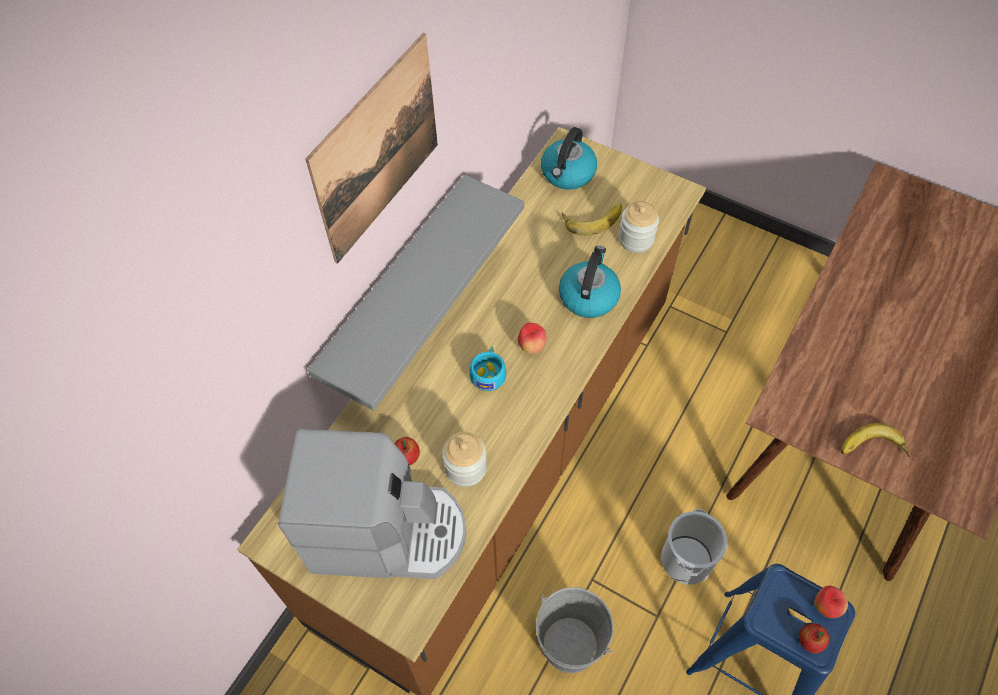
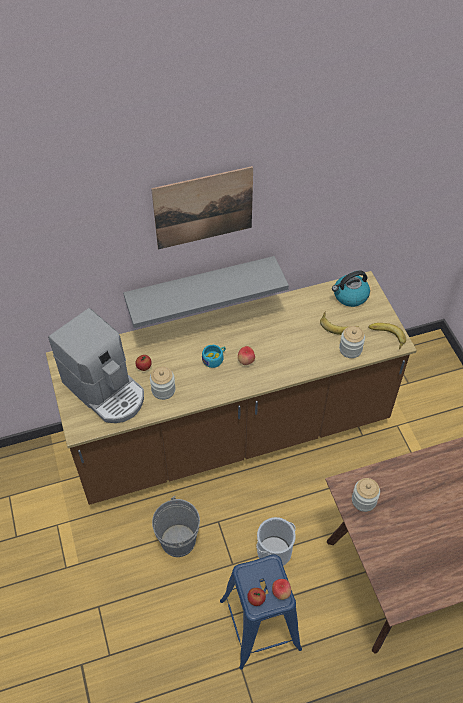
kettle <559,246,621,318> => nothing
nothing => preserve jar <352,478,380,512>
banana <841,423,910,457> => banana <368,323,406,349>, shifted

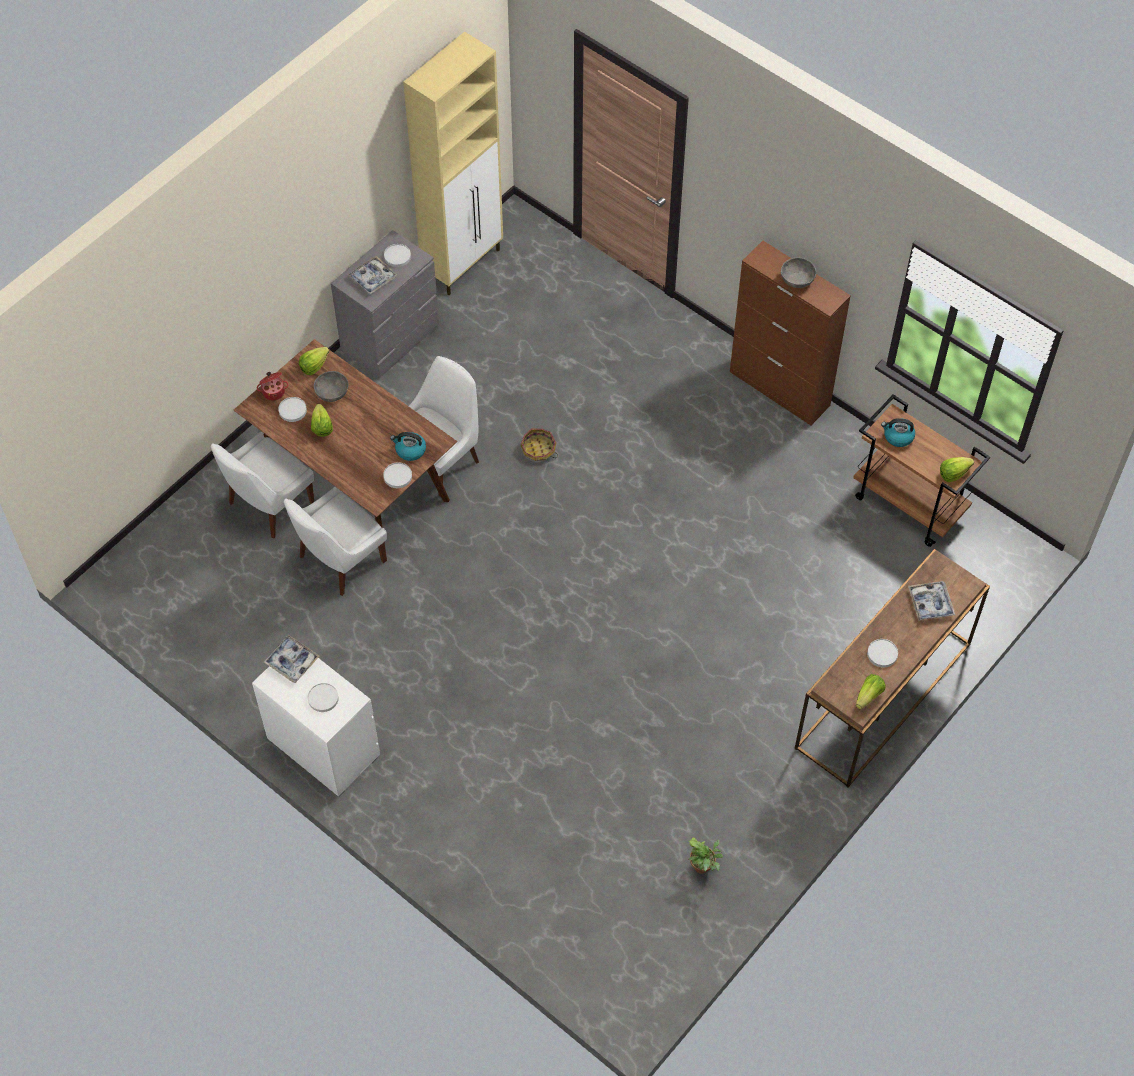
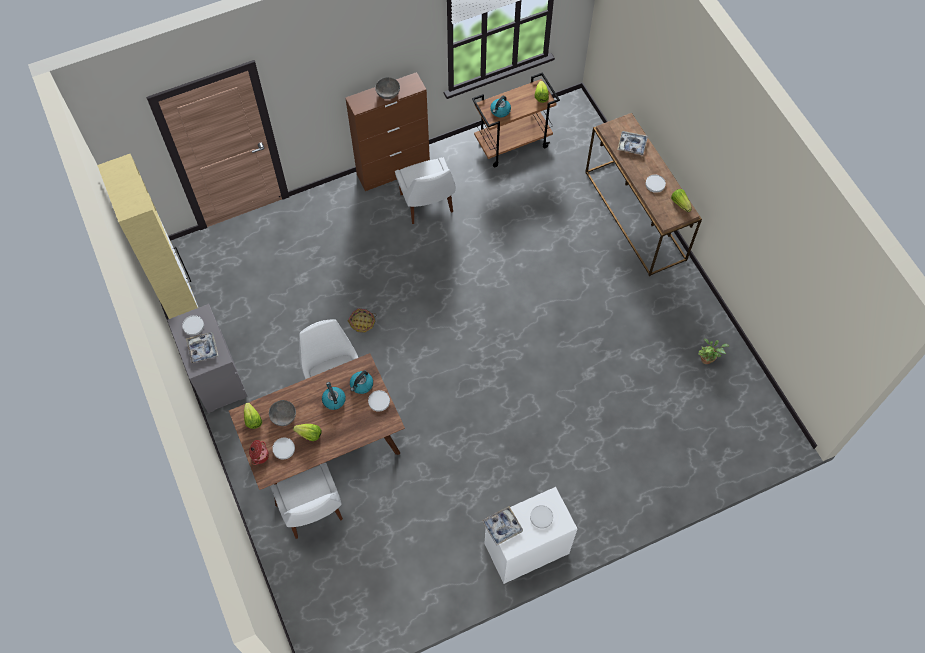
nothing => kettle <322,382,346,410>
whitish plain chair <284,487,387,596> => whitish plain chair <395,157,456,224>, shifted

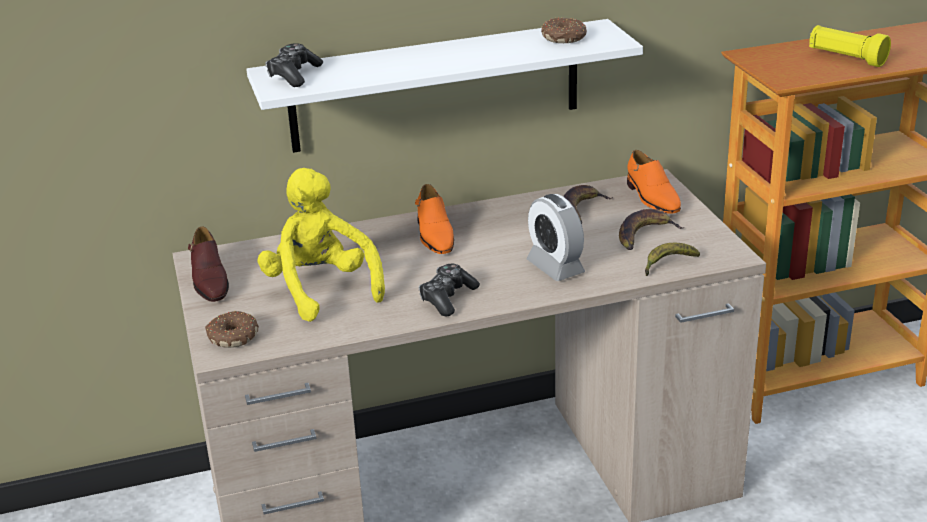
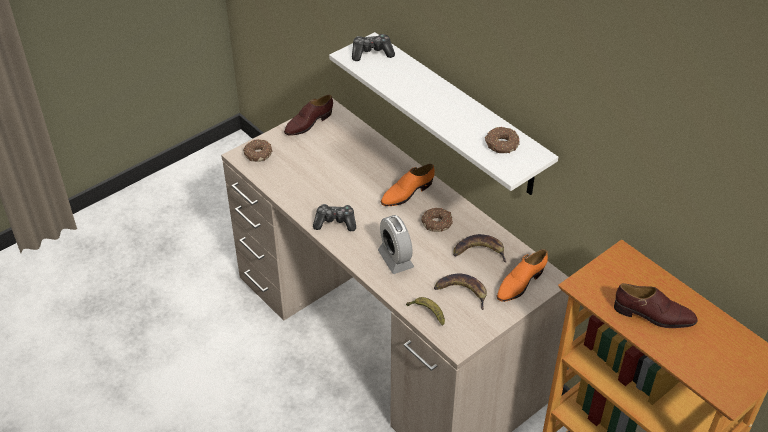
yellow soft toy <257,168,385,322> => nothing
nothing => donut <421,208,453,232>
yellow flashlight <809,25,891,67> => brown item of footwear <614,283,698,328>
alarm clock <527,194,585,281> => alarm clock <378,215,414,274>, 60 degrees counterclockwise

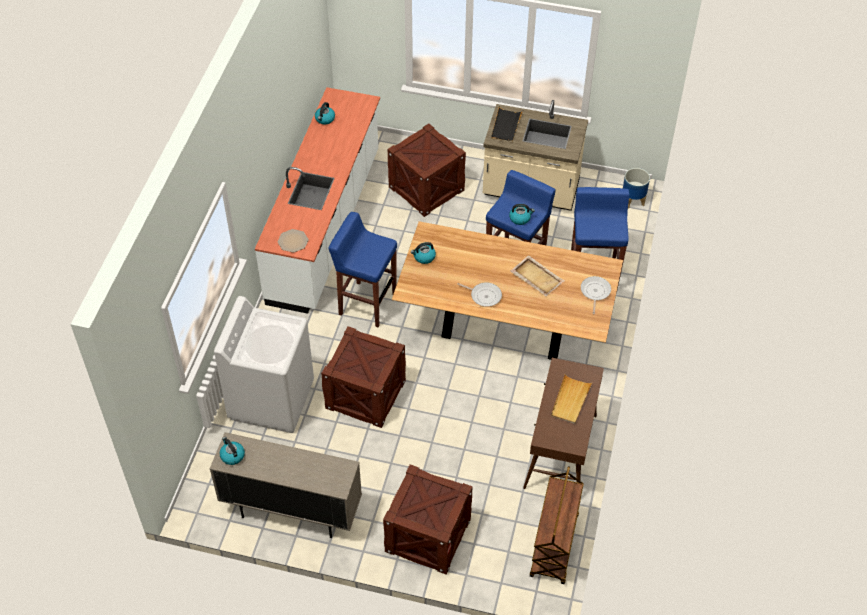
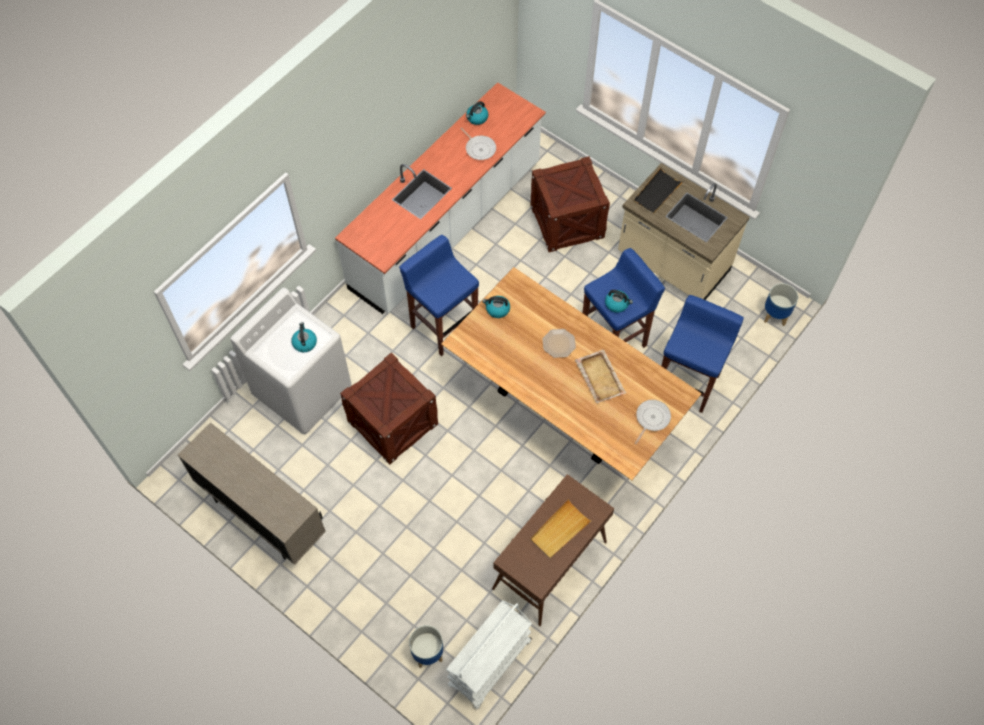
crate <383,464,473,575> => nothing
nothing => flower pot <409,625,443,668>
kettle <220,437,245,465> => kettle <291,322,317,352>, shifted
flat dish <277,229,308,252> => flat dish <543,329,576,358>, shifted
frying pan <457,282,502,307> => frying pan <461,128,496,160>, shifted
brown cart <530,466,584,584> => whitish cart <446,600,532,709>

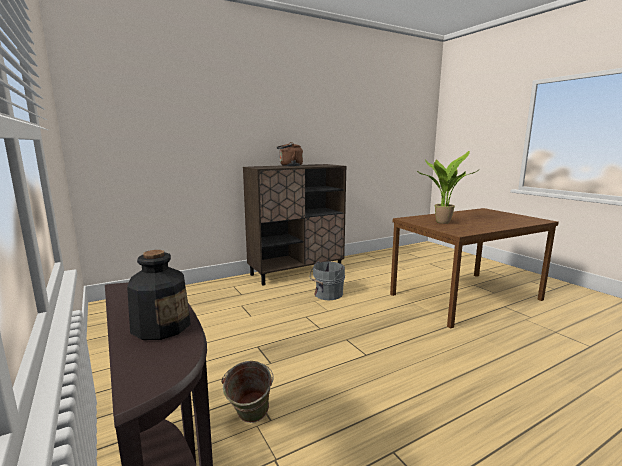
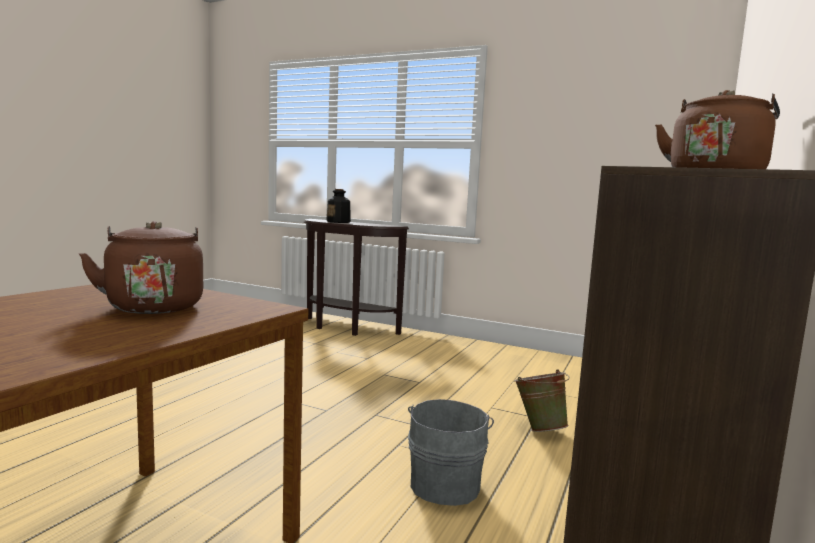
green-coloured pail <221,361,273,423> => green-coloured pail <514,369,570,432>, shifted
houseplant <416,151,477,224> => brown kettle <79,221,203,314>

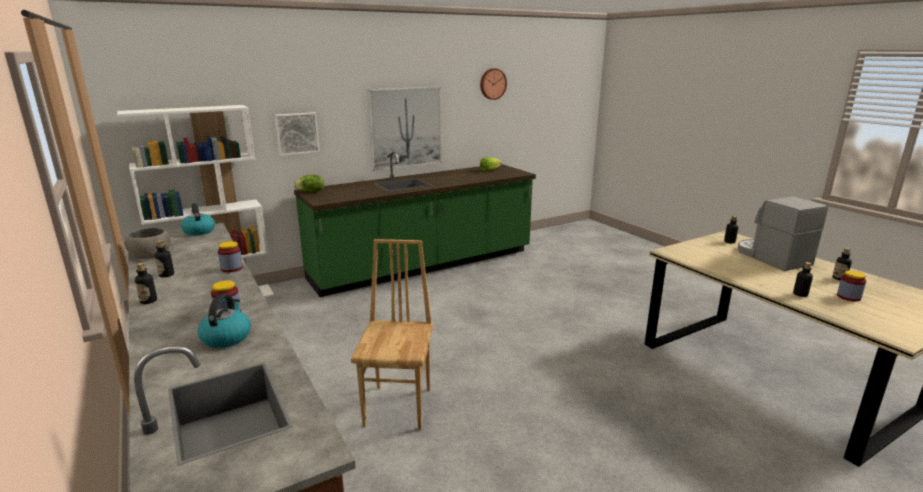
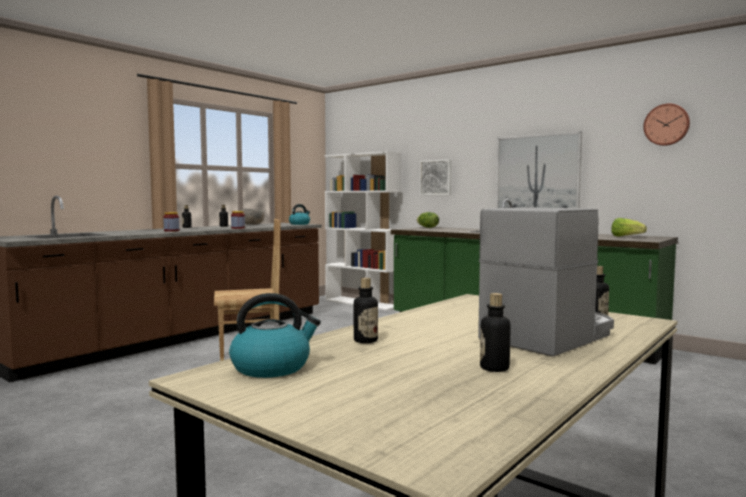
preserve jar <837,270,866,302> => nothing
kettle <198,294,251,348> => kettle <229,293,321,378>, shifted

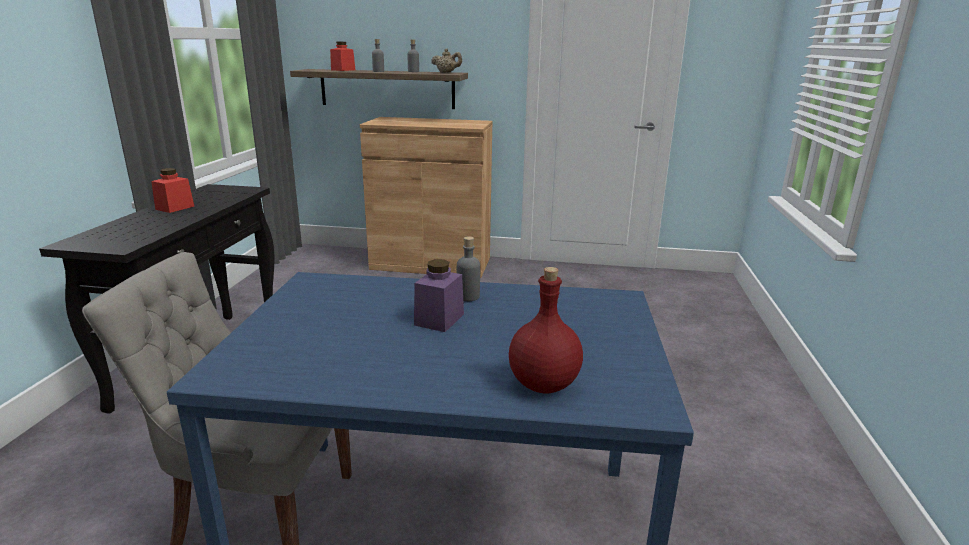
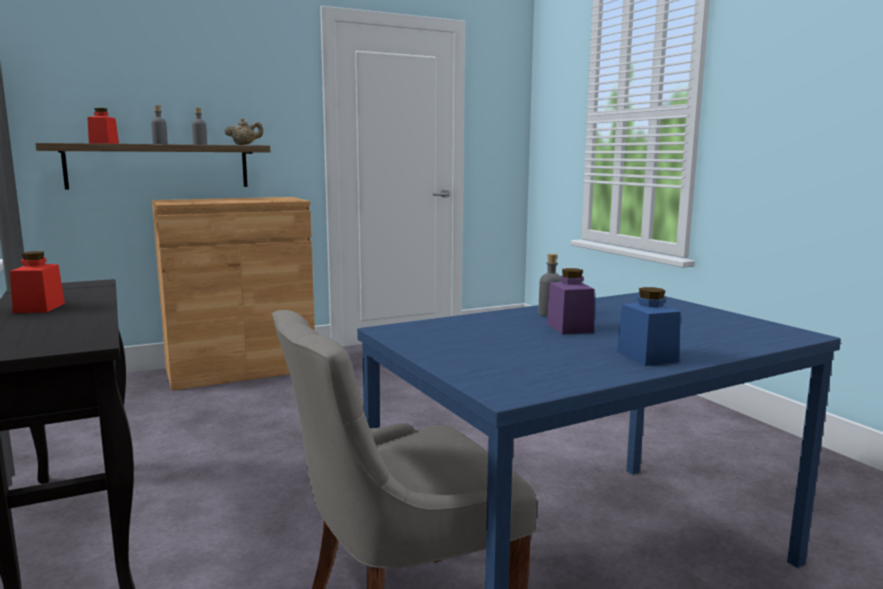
red drink bottle <509,267,583,394> => nothing
nothing => blue preserve jar <617,287,681,366>

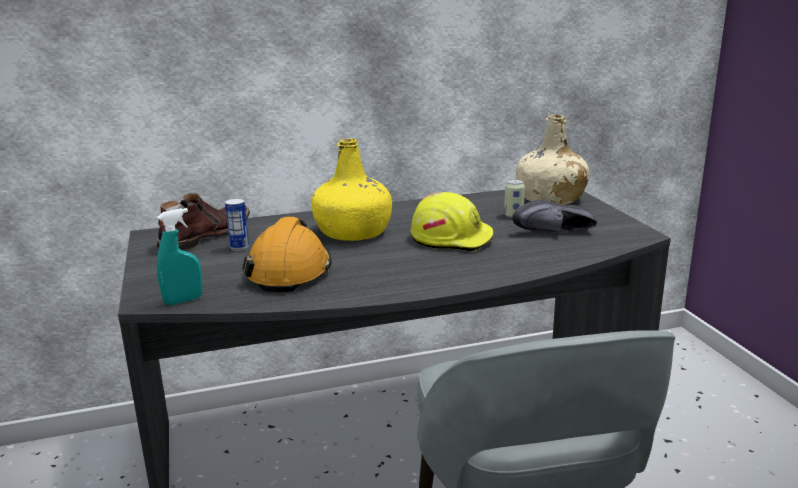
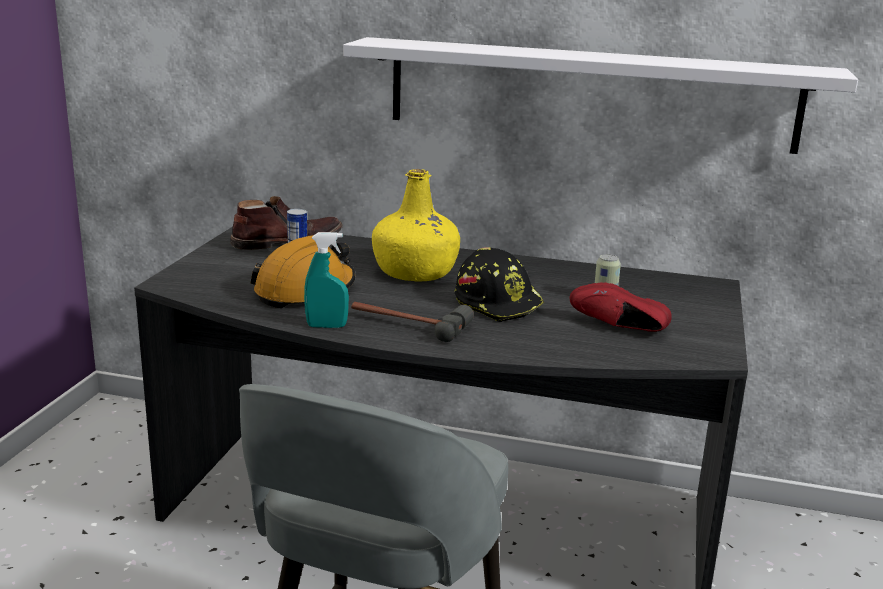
beige drink bottle <516,115,589,205> => nothing
nothing => whitish shelf <343,37,858,154>
nothing => hammer <351,302,474,342>
turquoise-coloured sprayer <157,208,202,305> => turquoise-coloured sprayer <304,232,349,328>, shifted
yellow safety helmet <411,192,494,252> => blackish safety helmet <455,247,544,322>
blackish item of footwear <512,200,597,232> => red item of footwear <570,282,672,332>

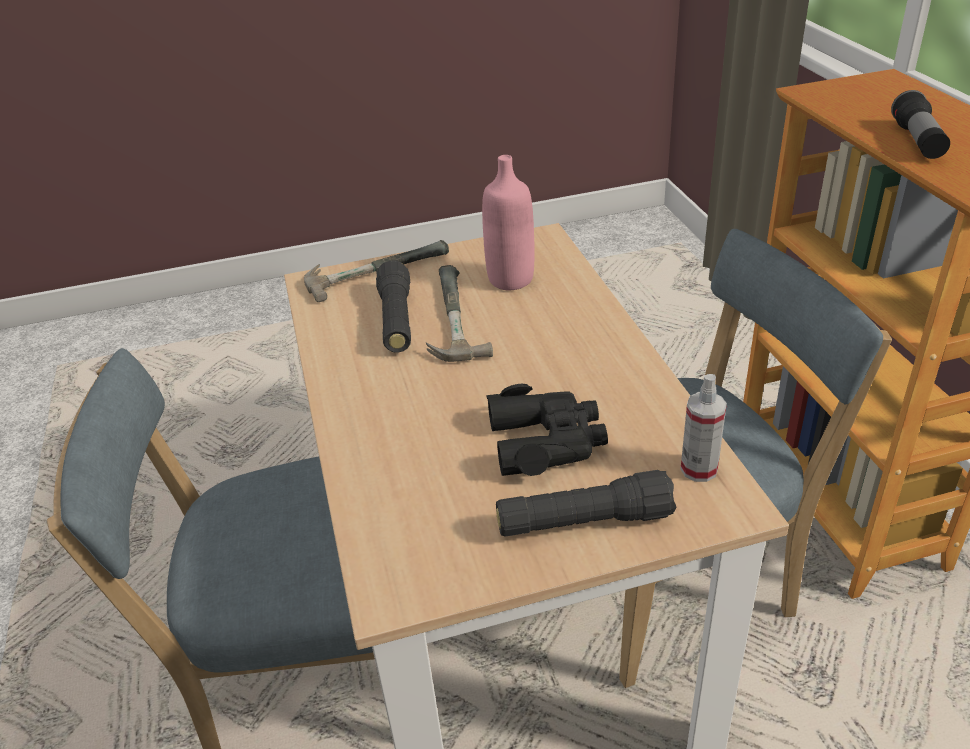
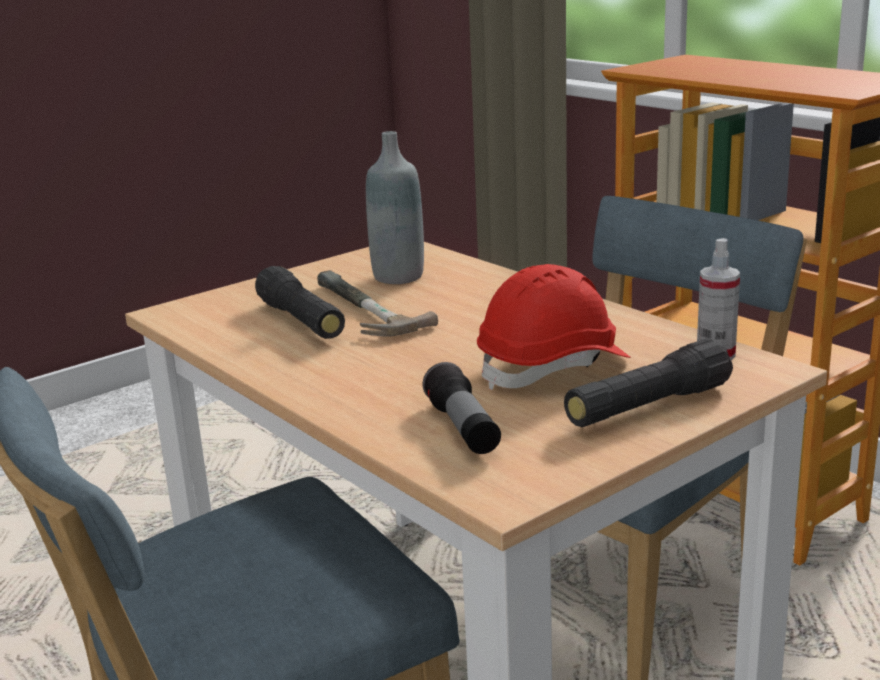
hammer <304,240,449,302> => nothing
flashlight <891,90,950,159> => flashlight <422,362,501,454>, shifted
blackish pair of binoculars <487,384,608,476> => red safety helmet <477,264,630,390>
pink drink bottle <482,155,534,291> => gray drink bottle <366,131,424,284>

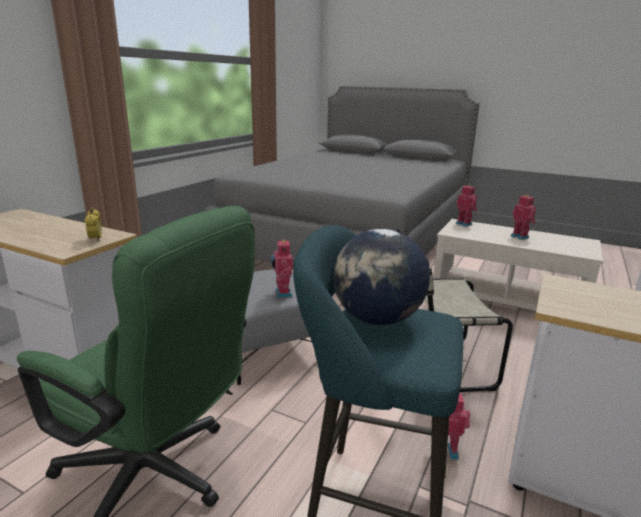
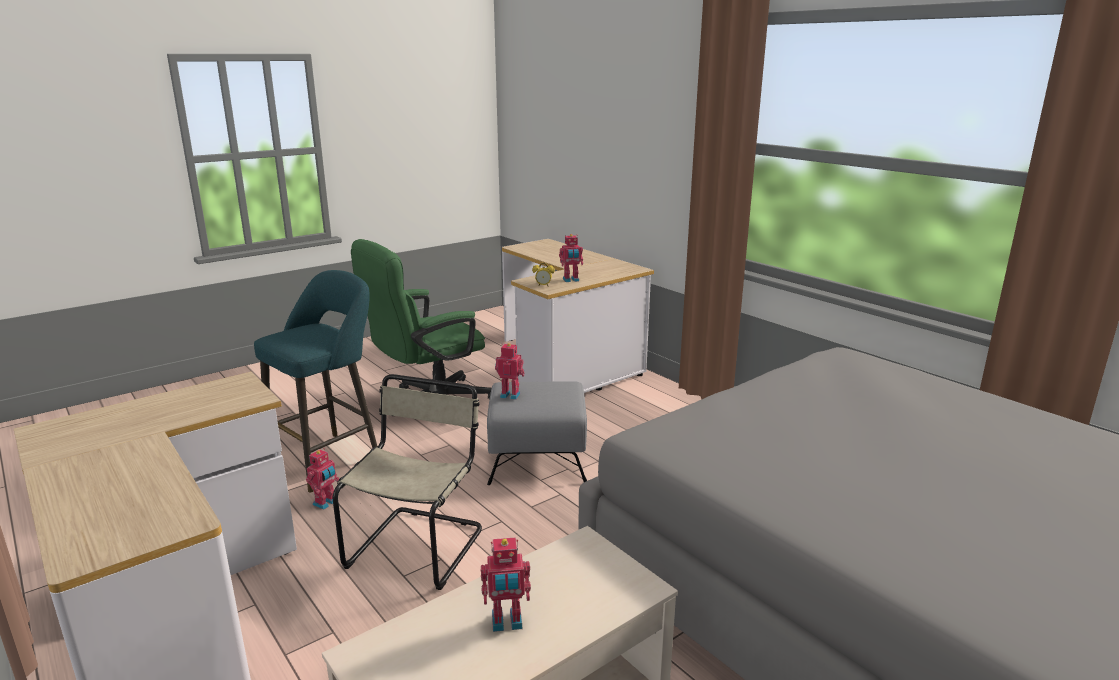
globe <333,229,430,325> => nothing
robot figure <456,185,477,227> => robot figure <559,234,583,282>, shifted

